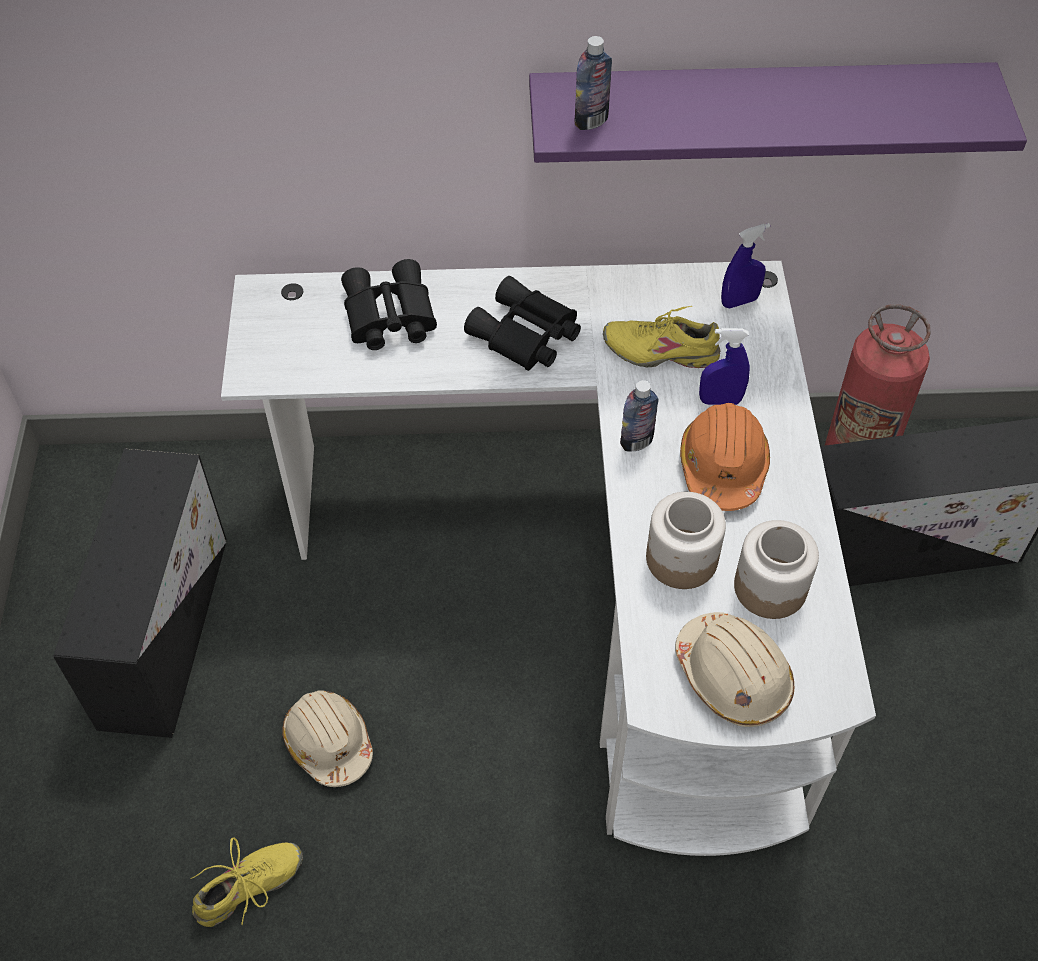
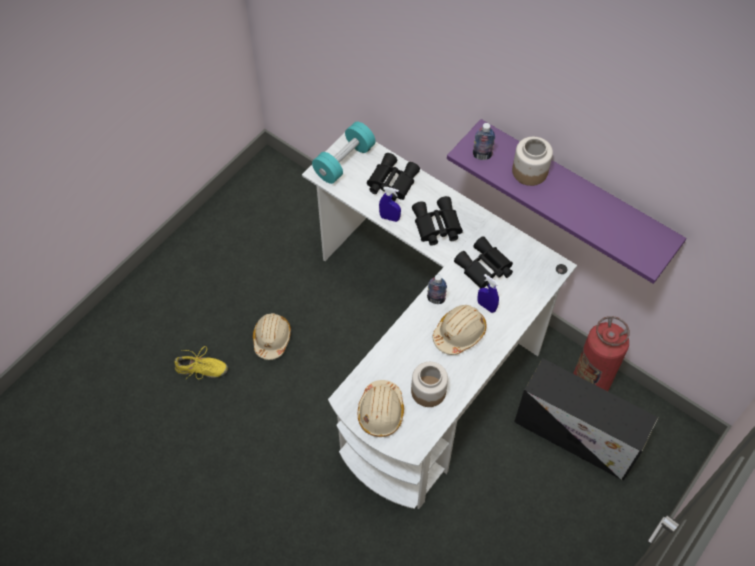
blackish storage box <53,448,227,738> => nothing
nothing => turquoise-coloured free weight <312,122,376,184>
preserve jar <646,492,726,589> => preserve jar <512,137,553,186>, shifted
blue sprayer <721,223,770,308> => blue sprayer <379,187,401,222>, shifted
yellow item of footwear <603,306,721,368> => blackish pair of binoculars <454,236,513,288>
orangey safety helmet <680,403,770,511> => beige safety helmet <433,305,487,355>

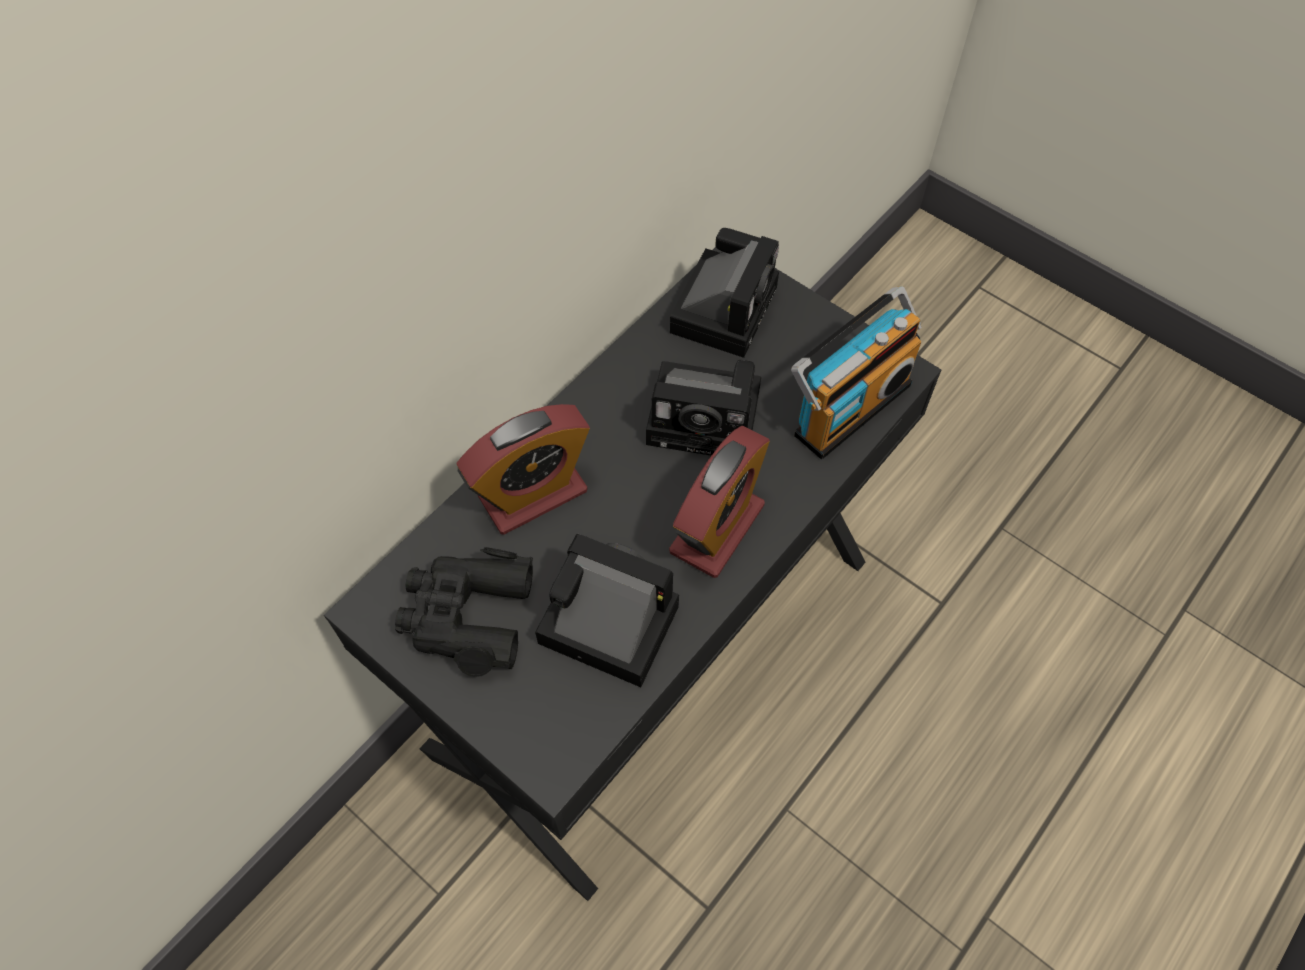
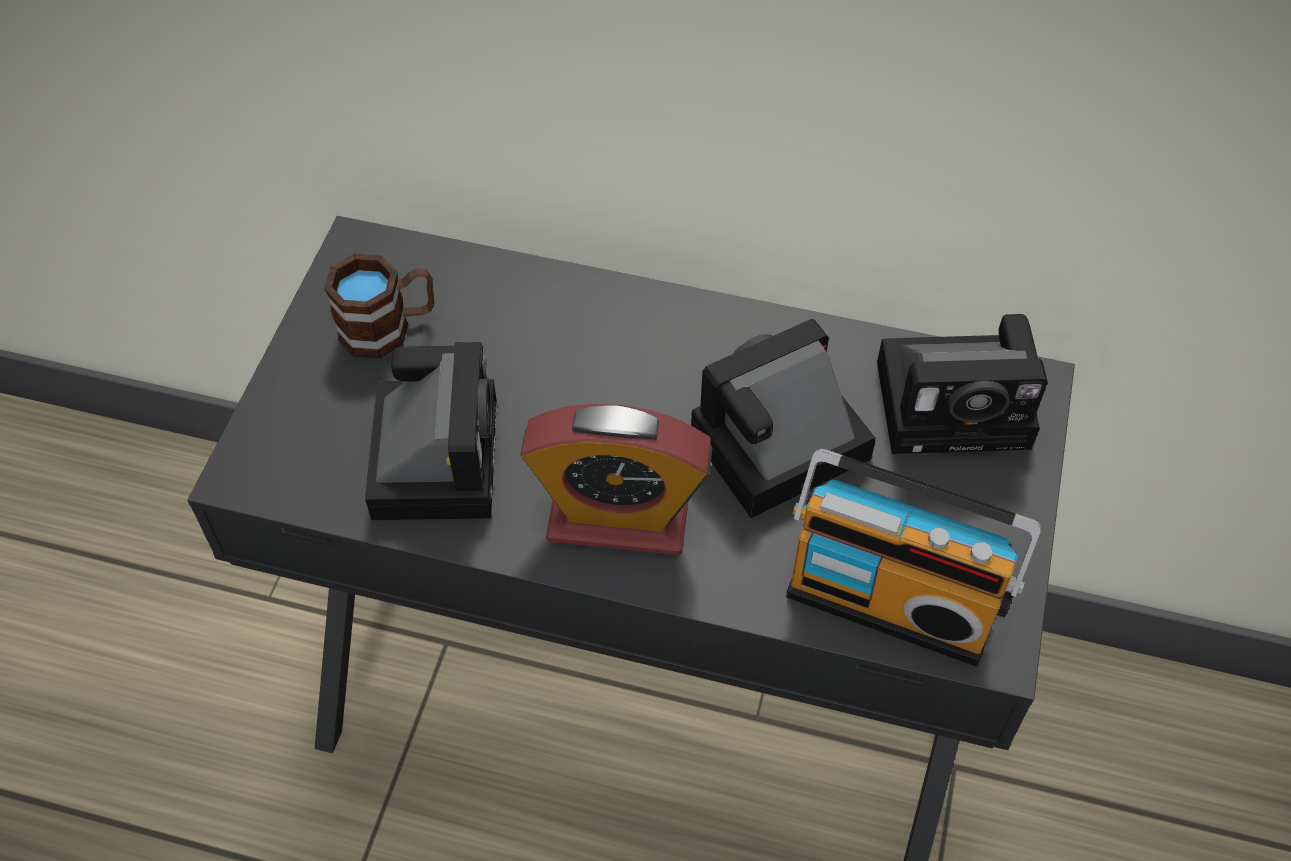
alarm clock <457,404,590,535> => nothing
blackish pair of binoculars <395,547,533,677> => brown tea mug <324,254,434,358>
photo camera <646,360,761,456> => photo camera <691,319,876,518>, 75 degrees clockwise

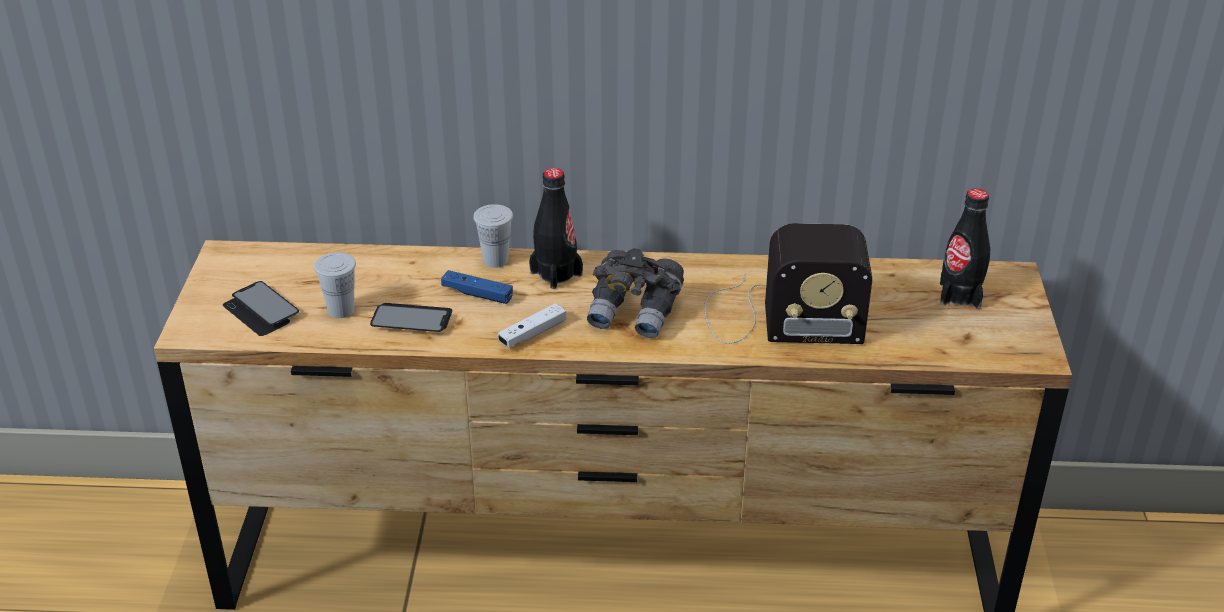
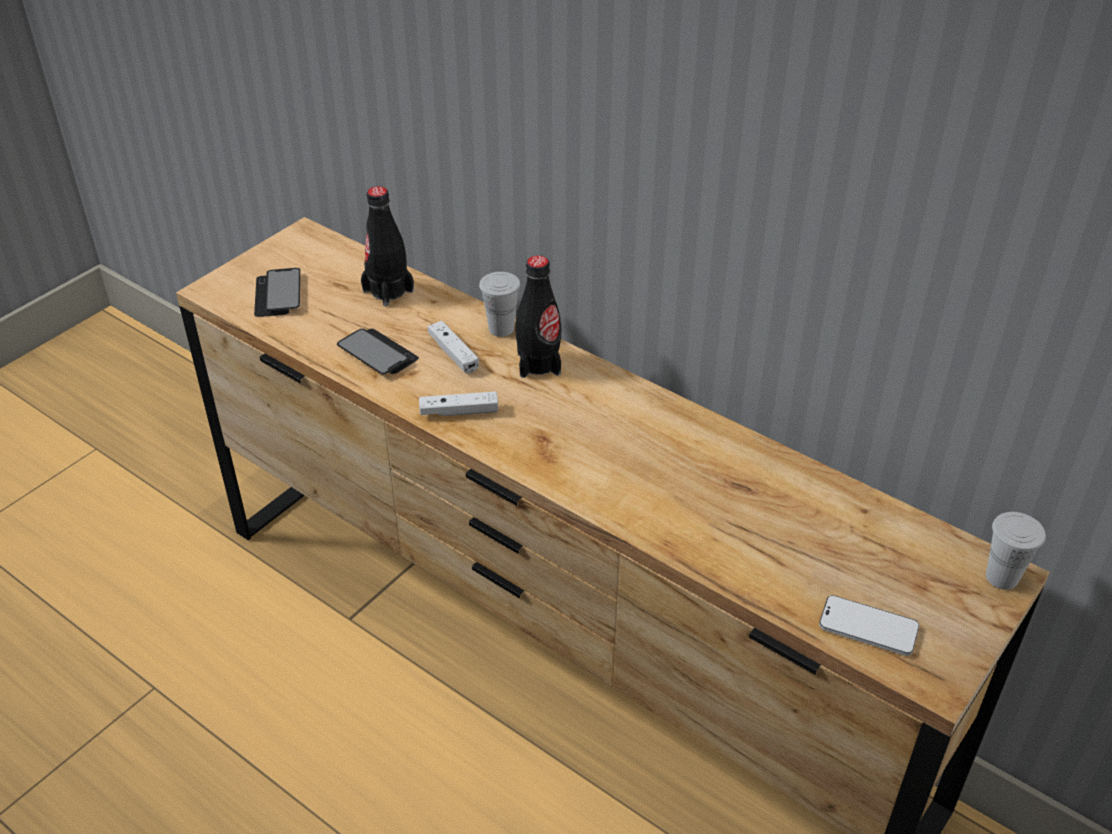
gray pair of binoculars <587,248,684,338> => nothing
radio receiver <704,223,872,344> => nothing
nothing => handset <819,595,919,656>
whitish cup <314,252,356,318> => whitish cup <986,512,1046,590>, shifted
blackish drink bottle <940,189,990,309> => blackish drink bottle <361,186,414,306>, shifted
blue gamepad <441,270,513,304> => whitish gamepad <428,321,479,374>

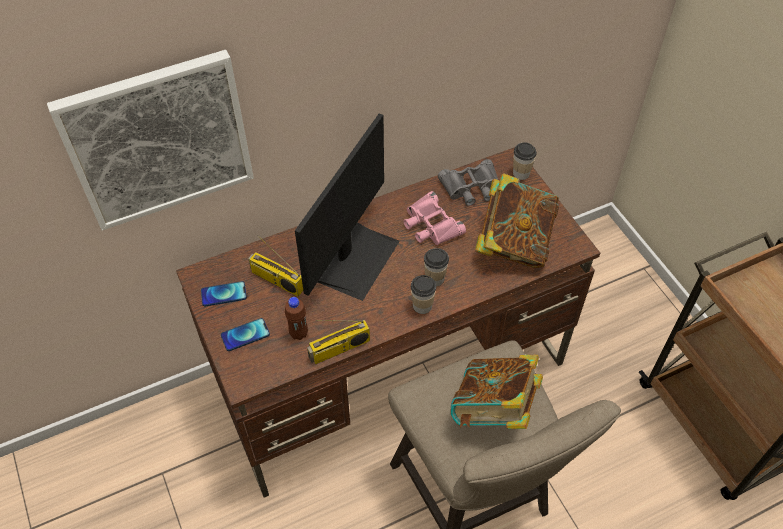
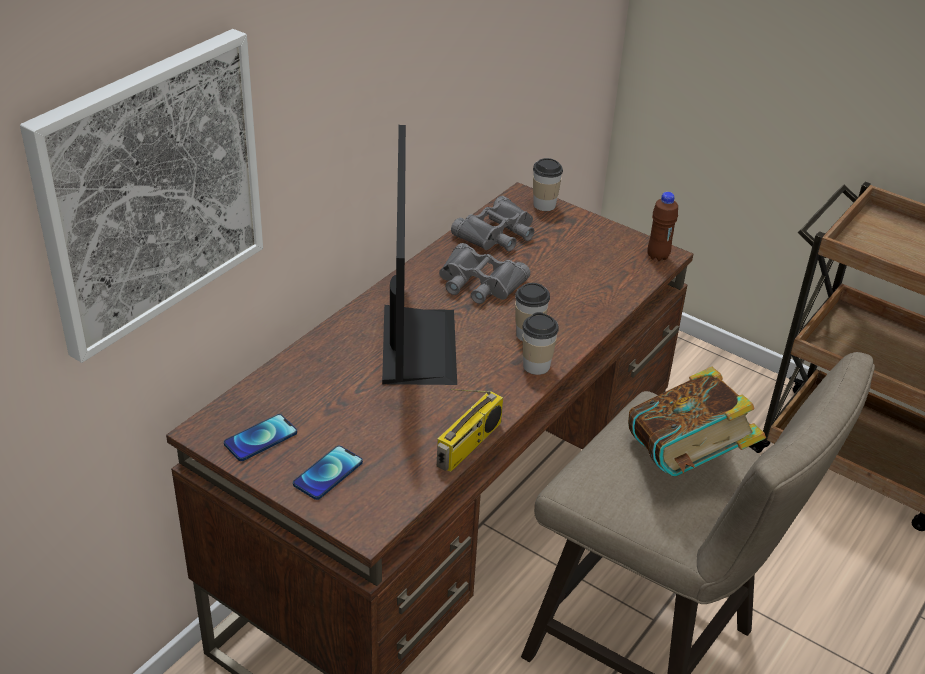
radio receiver <248,235,303,297> => nothing
volume <475,173,559,268> => nothing
brown drink bottle <285,297,308,340> => brown drink bottle <647,192,678,261>, shifted
pink pair of binoculars <403,191,466,245> => gray pair of binoculars <439,243,531,304>

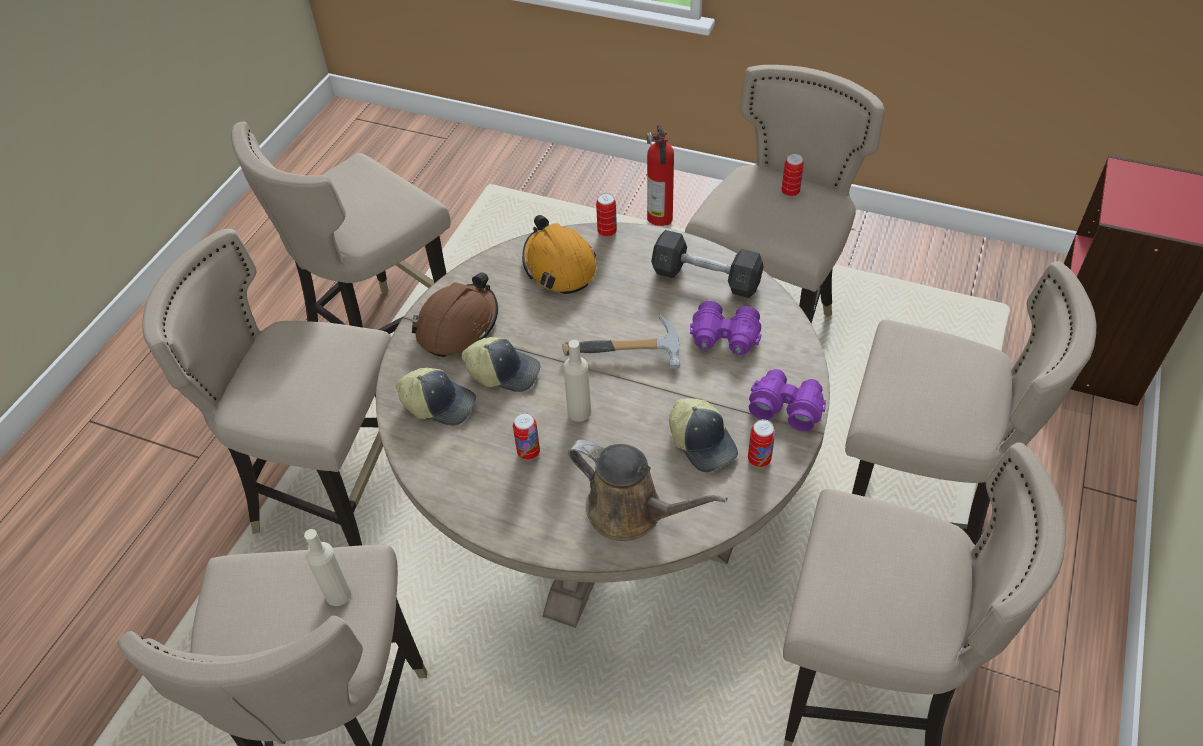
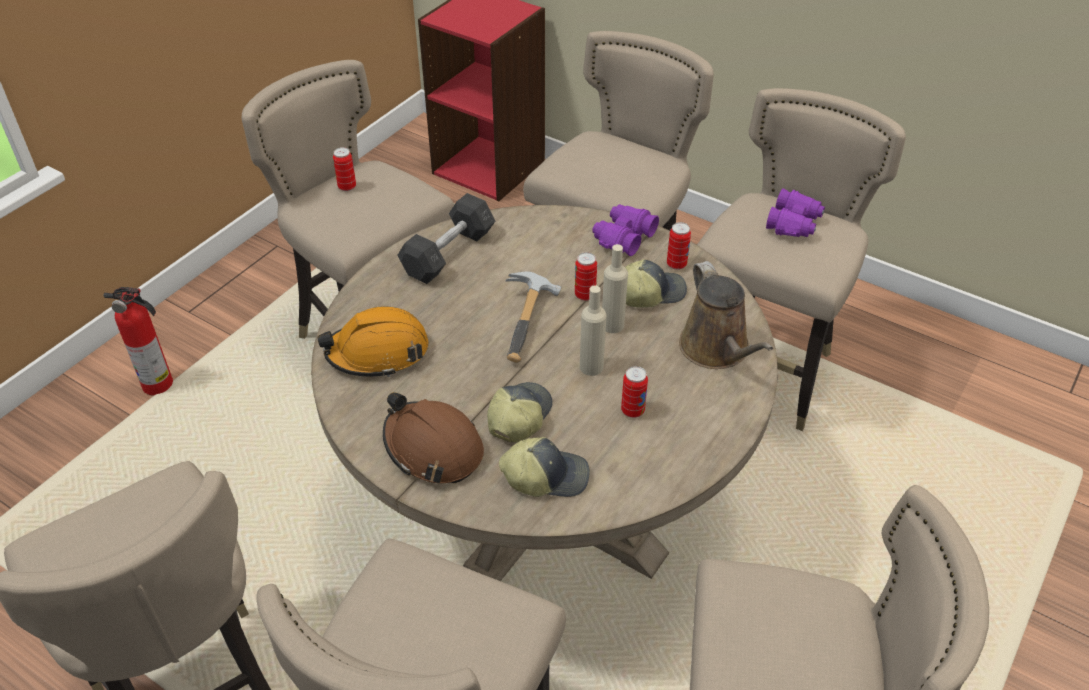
beige drink bottle <304,529,352,606> => beige drink bottle <602,244,628,333>, shifted
can <596,193,617,237> => can <575,252,597,301>, shifted
purple pair of binoculars <690,301,761,356> => purple pair of binoculars <766,188,825,237>, shifted
cap <396,368,476,426> => cap <499,437,590,497>, 60 degrees clockwise
brown watering pot <568,440,728,541> => brown watering pot <679,261,773,369>, 120 degrees clockwise

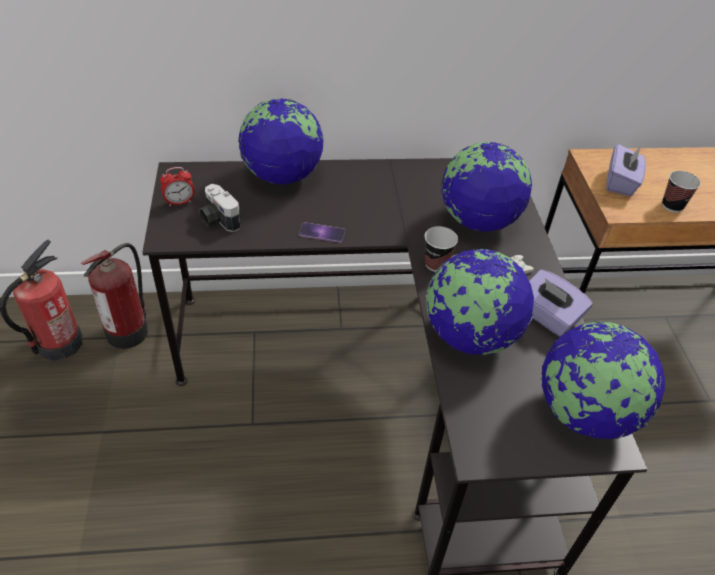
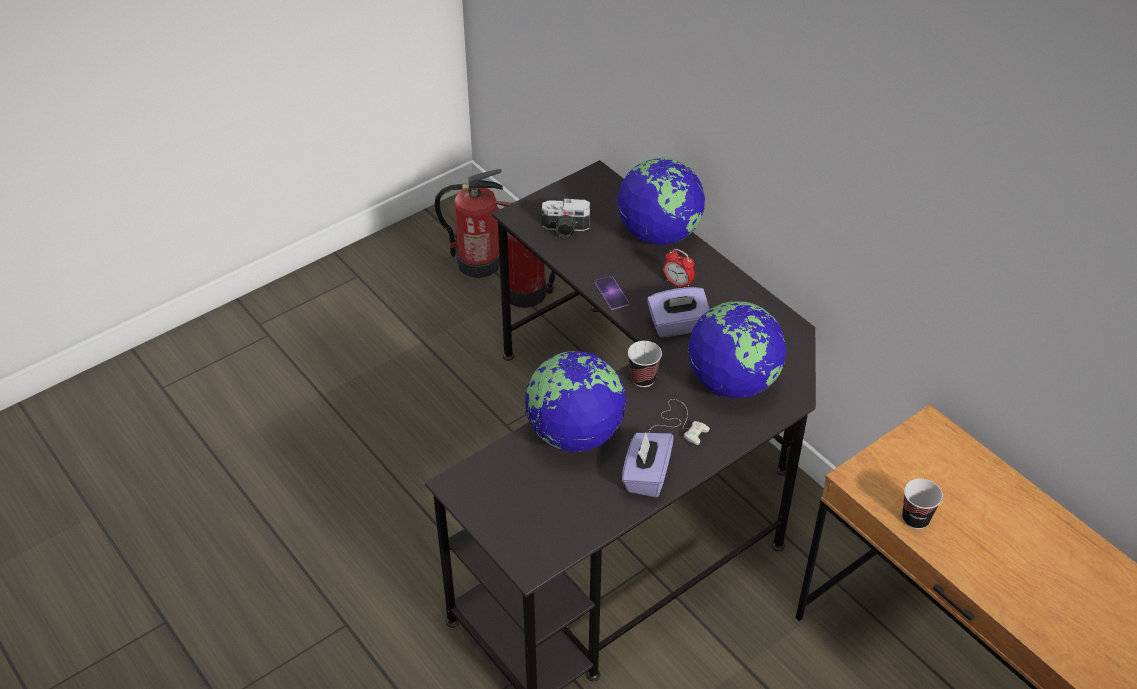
globe <541,322,665,439> => nothing
alarm clock <160,167,195,206> => alarm clock <663,249,695,288>, shifted
purple tissue box <606,144,646,196> => purple tissue box <647,287,710,338>, shifted
photo camera <199,184,241,232> => photo camera <542,199,590,238>, 105 degrees counterclockwise

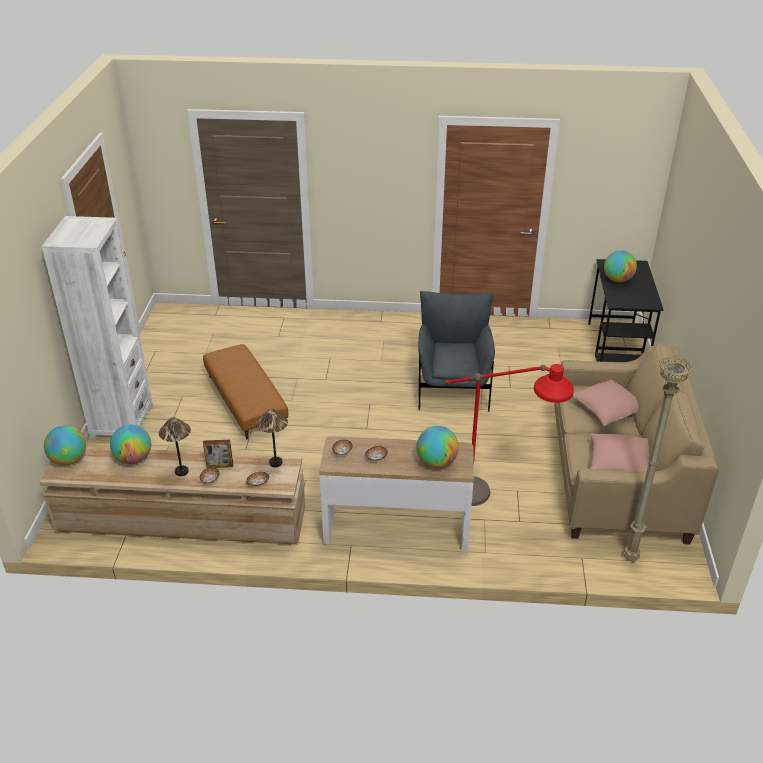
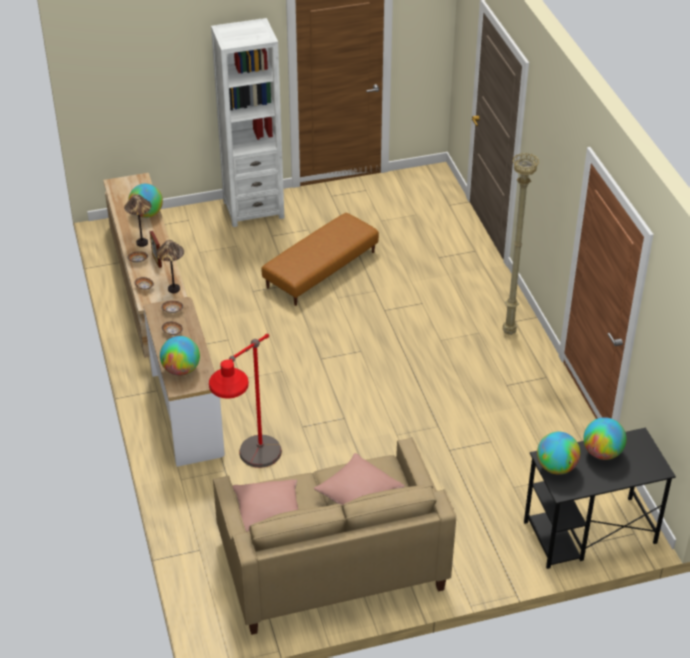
gray lounge chair <418,291,495,412> => nothing
globe <44,425,86,466> => globe <537,432,580,475>, shifted
beige floor lamp <623,355,693,562> => beige floor lamp <502,153,539,335>, shifted

